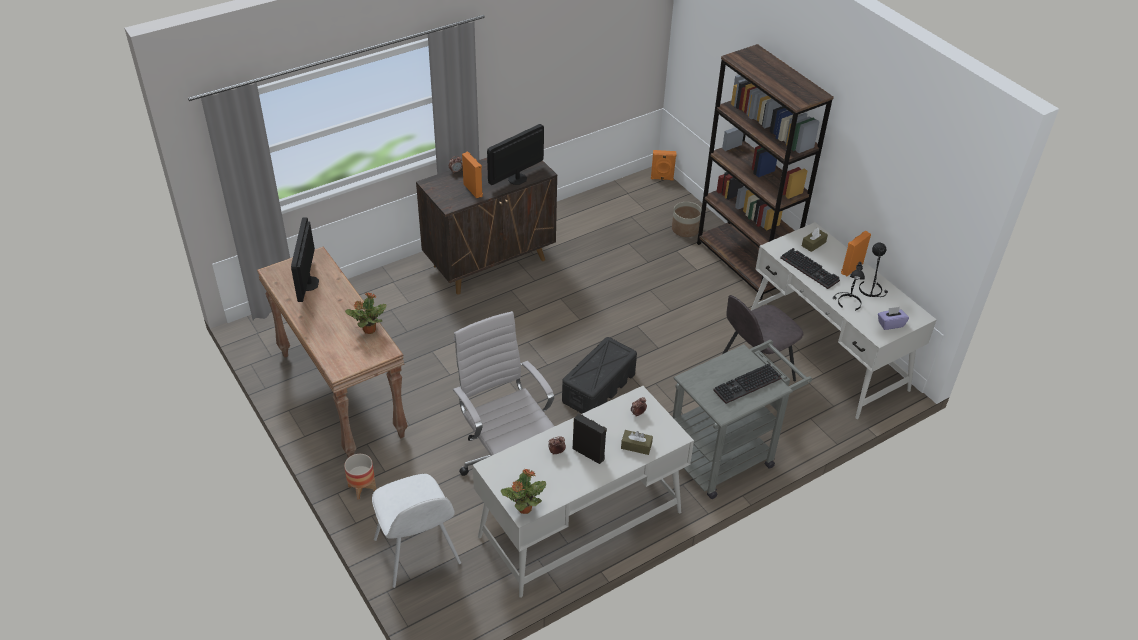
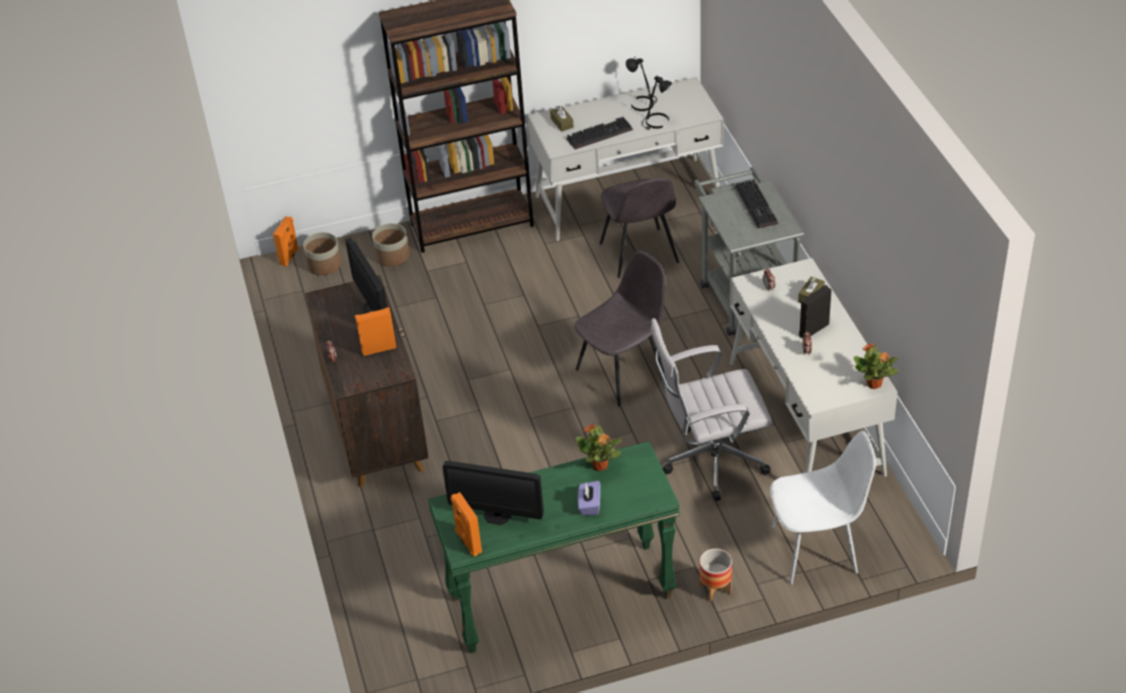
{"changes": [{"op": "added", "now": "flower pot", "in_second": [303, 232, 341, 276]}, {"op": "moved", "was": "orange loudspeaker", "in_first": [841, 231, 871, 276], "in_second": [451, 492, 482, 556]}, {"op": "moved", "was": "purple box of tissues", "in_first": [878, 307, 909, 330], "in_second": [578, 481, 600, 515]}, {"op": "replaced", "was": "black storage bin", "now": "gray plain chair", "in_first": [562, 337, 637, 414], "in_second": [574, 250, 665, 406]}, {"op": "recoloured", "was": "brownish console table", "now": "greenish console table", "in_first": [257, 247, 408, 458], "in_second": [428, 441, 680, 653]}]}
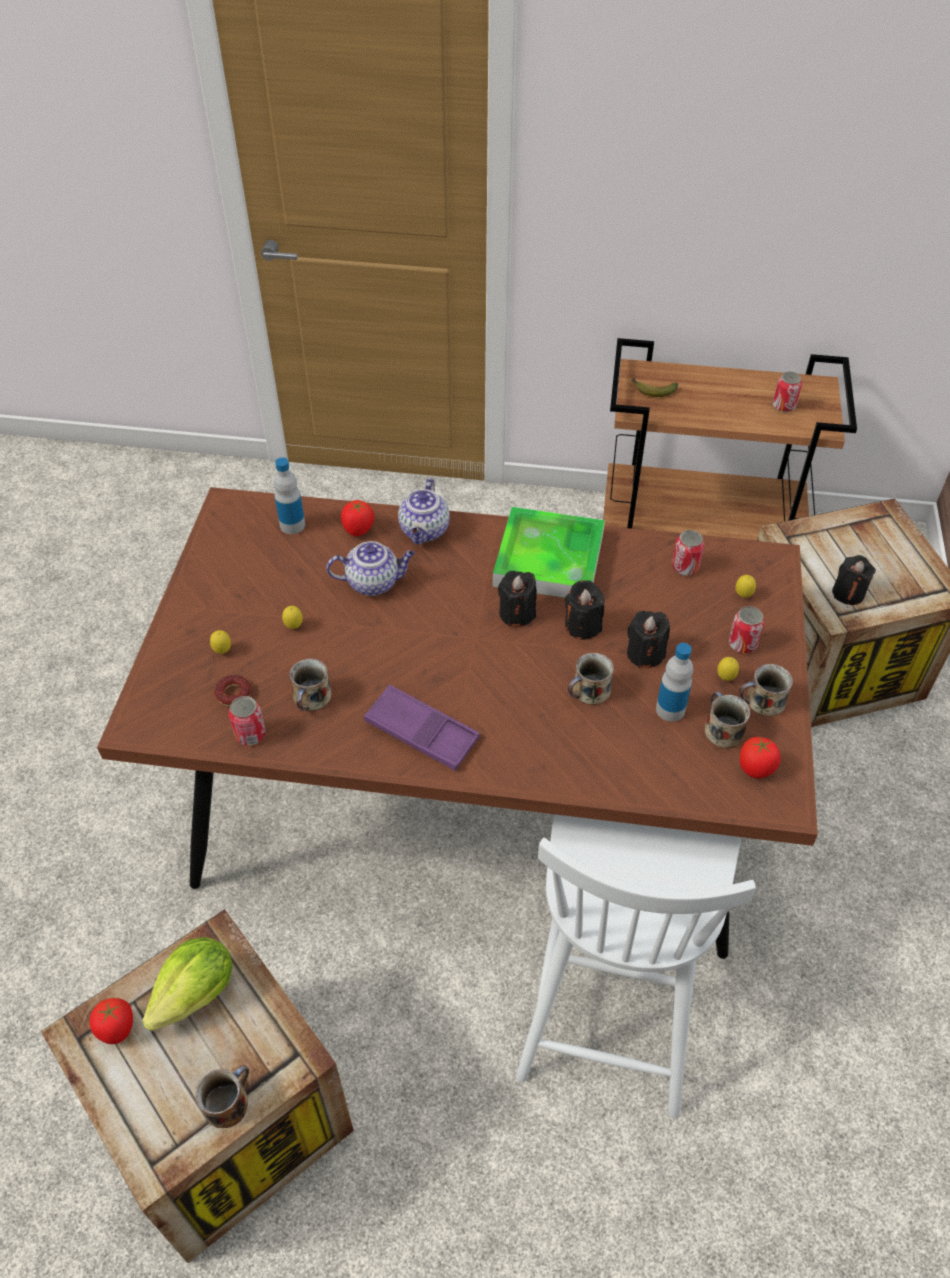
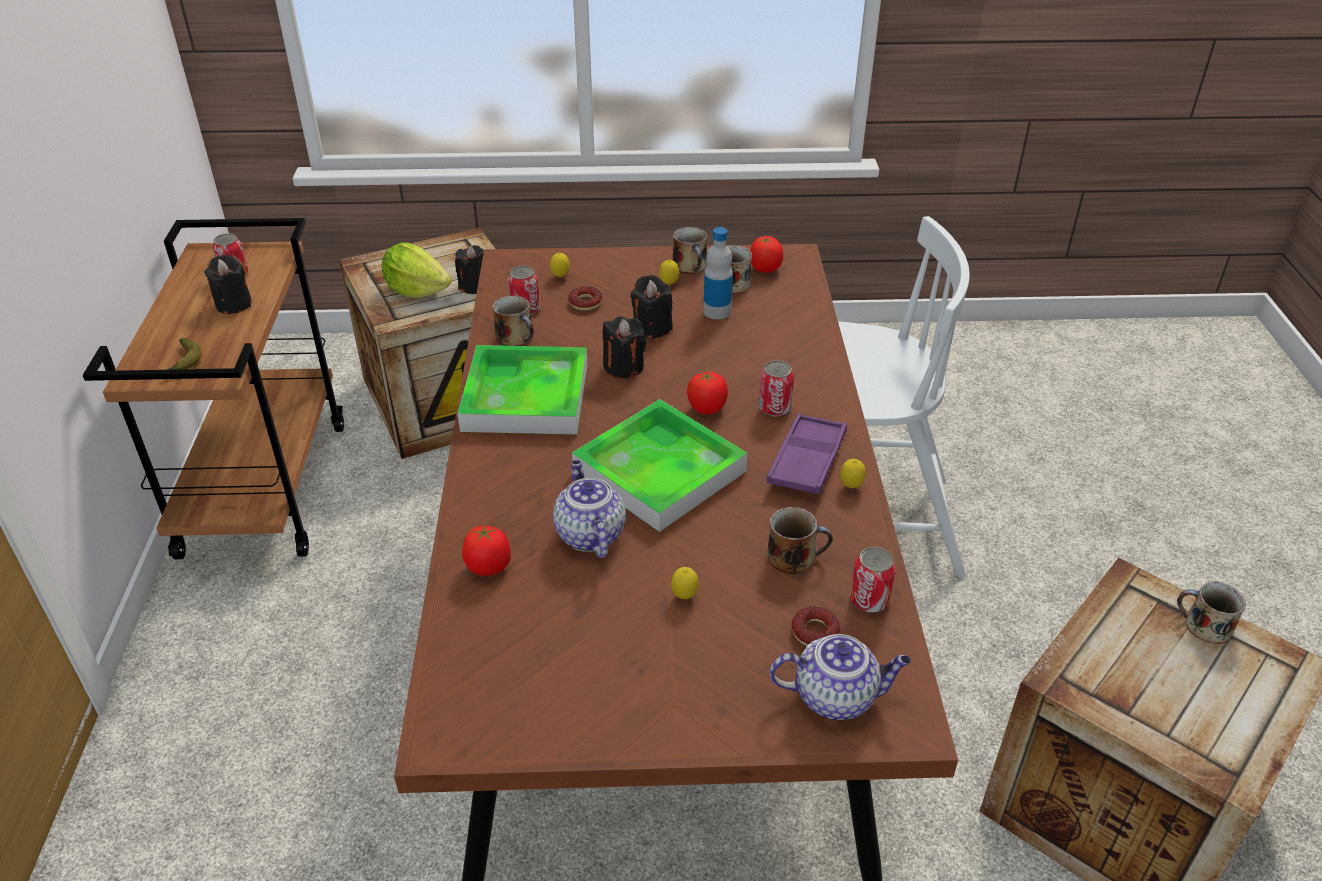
{"changes": [{"op": "removed", "was": "drink bottle", "in_first": [274, 457, 305, 534]}, {"op": "added", "now": "donut", "in_second": [568, 286, 602, 310]}, {"op": "added", "now": "carrying tray", "in_second": [572, 399, 748, 532]}, {"op": "moved", "was": "whole tomato", "in_first": [90, 998, 133, 1044], "in_second": [687, 370, 728, 415]}, {"op": "moved", "was": "head of lettuce", "in_first": [142, 937, 232, 1031], "in_second": [382, 242, 452, 298]}, {"op": "moved", "was": "citrus fruit", "in_first": [210, 630, 231, 654], "in_second": [840, 459, 866, 488]}, {"op": "moved", "was": "pot for tea", "in_first": [398, 478, 450, 545], "in_second": [769, 634, 911, 720]}, {"op": "moved", "was": "black wax light", "in_first": [498, 571, 537, 627], "in_second": [204, 255, 252, 314]}, {"op": "moved", "was": "tea mug", "in_first": [568, 653, 614, 705], "in_second": [492, 296, 534, 346]}, {"op": "moved", "was": "metal can", "in_first": [729, 606, 765, 653], "in_second": [759, 360, 794, 416]}]}
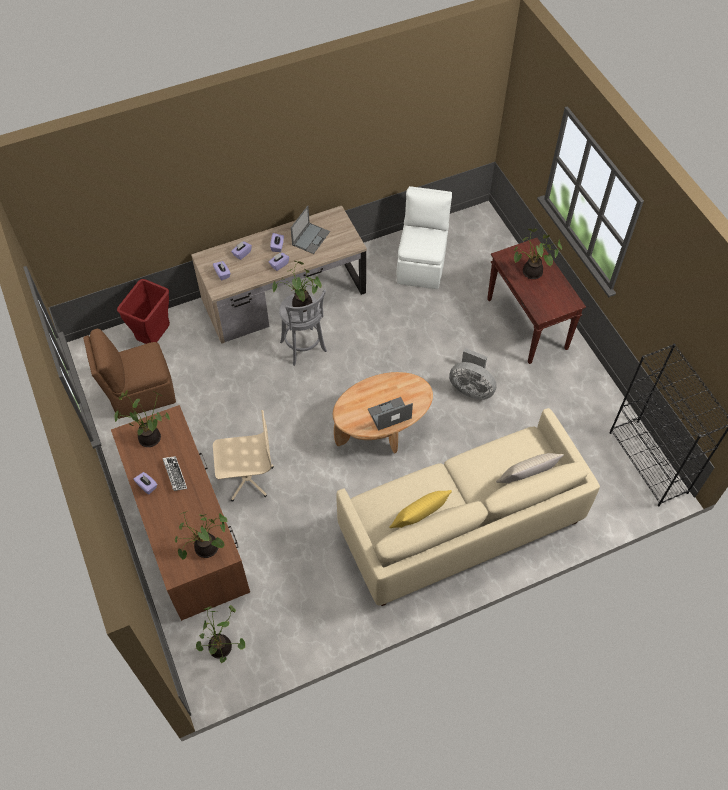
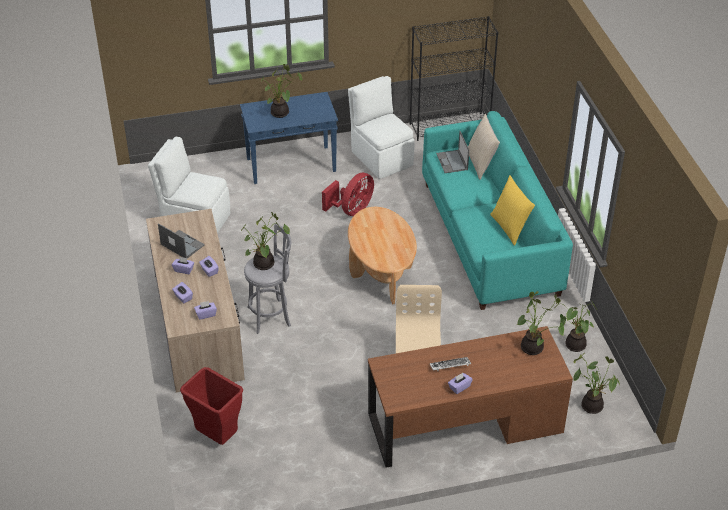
{"changes": [{"op": "removed", "was": "brownish plain chair", "in_first": [83, 329, 176, 419]}, {"op": "added", "now": "white plain chair", "in_second": [348, 76, 414, 179]}, {"op": "moved", "was": "potted plant", "in_first": [115, 390, 170, 447], "in_second": [554, 302, 597, 352]}, {"op": "moved", "was": "portable computer", "in_first": [368, 397, 413, 431], "in_second": [436, 131, 469, 173]}, {"op": "recoloured", "was": "sand-coloured sofa", "now": "turquoise sofa", "in_first": [336, 408, 600, 606], "in_second": [422, 111, 573, 310]}, {"op": "recoloured", "was": "gray electric fan", "now": "red electric fan", "in_first": [449, 348, 496, 400], "in_second": [322, 173, 374, 216]}, {"op": "recoloured", "was": "brownish console table", "now": "blue console table", "in_first": [487, 238, 586, 364], "in_second": [240, 92, 338, 184]}]}
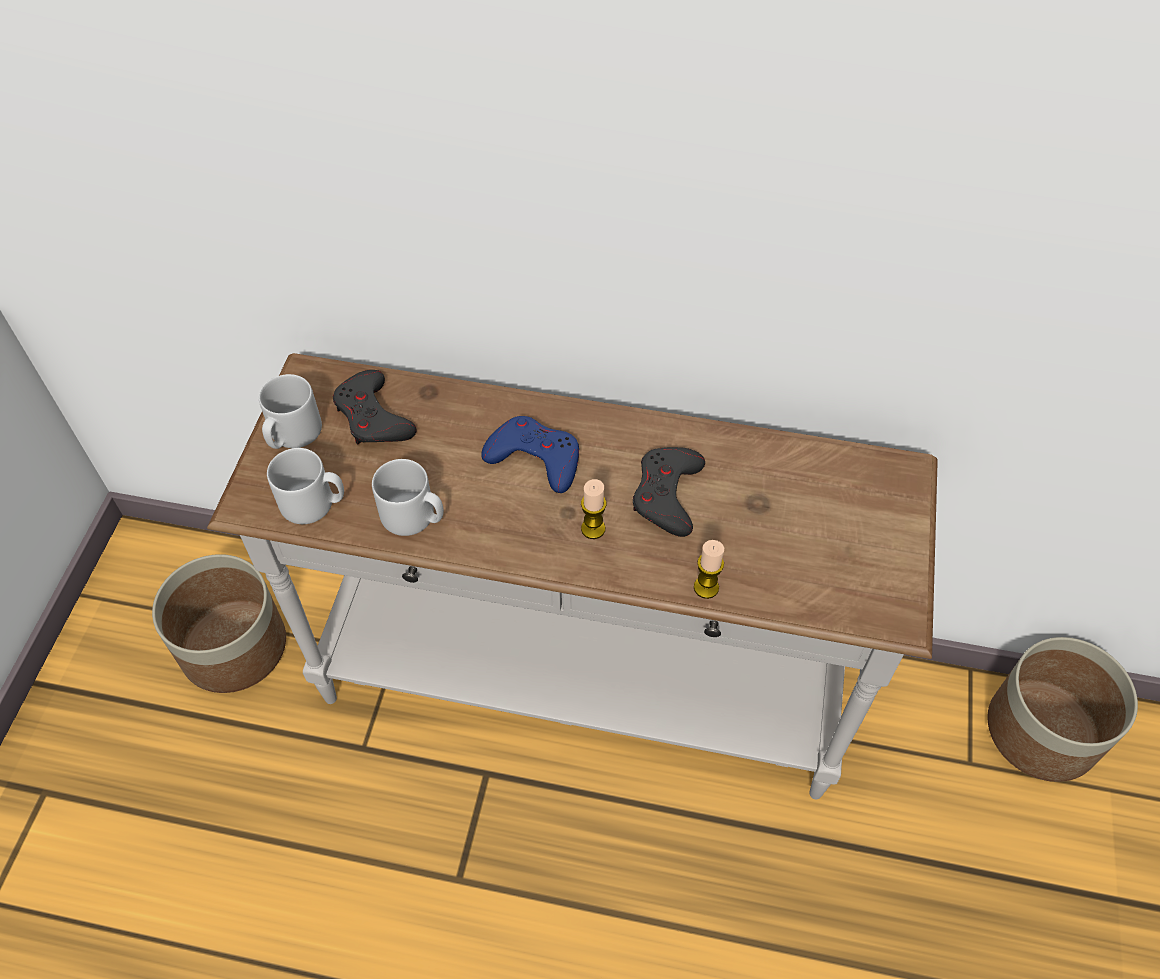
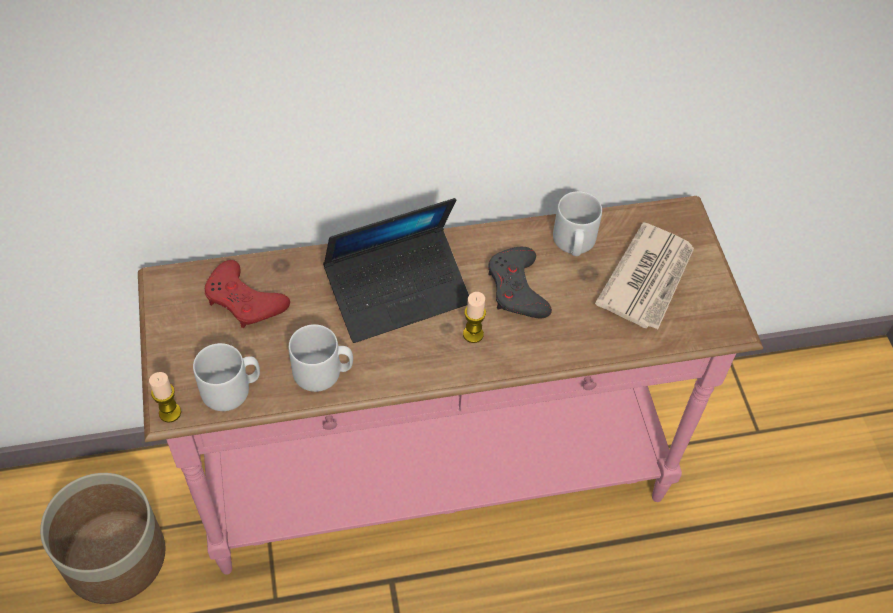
{"changes": [{"op": "removed", "was": "flower pot", "in_first": [988, 637, 1138, 782]}, {"op": "added", "now": "newspaper", "in_second": [595, 222, 694, 329]}, {"op": "moved", "was": "gray tea mug", "in_first": [259, 374, 322, 449], "in_second": [553, 191, 602, 256]}, {"op": "moved", "was": "wax light", "in_first": [694, 540, 724, 599], "in_second": [149, 372, 181, 423]}, {"op": "replaced", "was": "blue joypad", "now": "portable computer", "in_first": [481, 416, 579, 493], "in_second": [323, 198, 469, 343]}, {"op": "recoloured", "was": "white console table", "now": "pink console table", "in_first": [207, 353, 938, 799], "in_second": [138, 196, 763, 575]}, {"op": "recoloured", "was": "gray joypad", "now": "red joypad", "in_first": [333, 370, 417, 445], "in_second": [205, 260, 290, 328]}]}
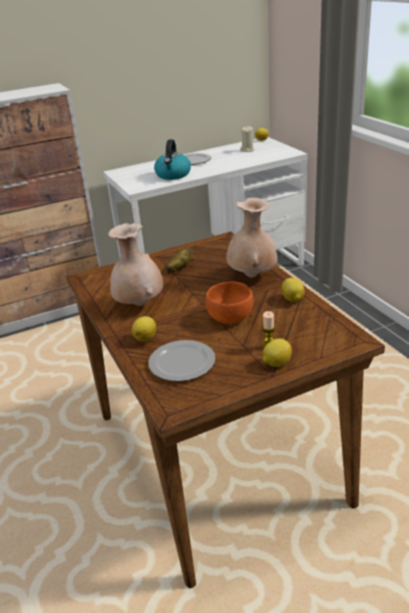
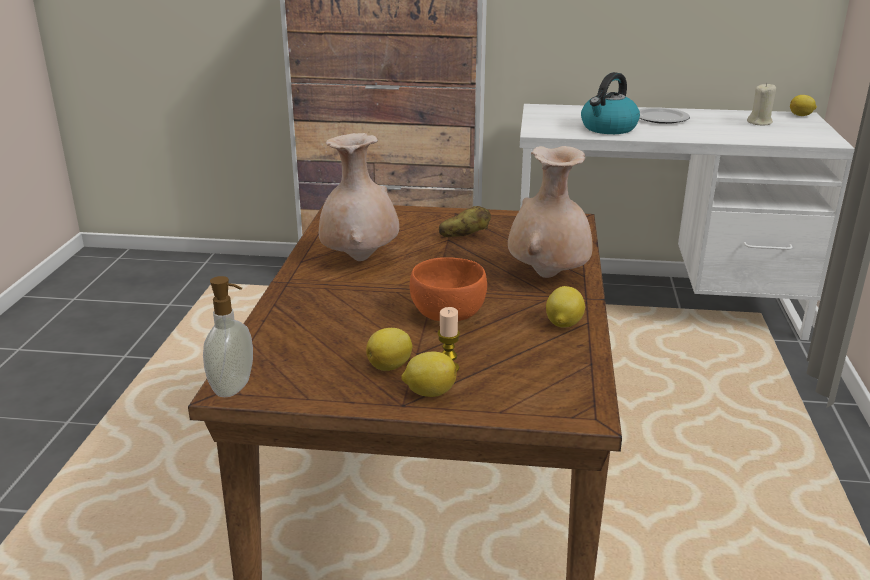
{"changes": [{"op": "removed", "was": "flat dish", "in_first": [148, 340, 216, 381]}, {"op": "added", "now": "liquid soap bottle", "in_second": [203, 276, 253, 397]}, {"op": "moved", "was": "citrus fruit", "in_first": [132, 316, 156, 342], "in_second": [366, 328, 412, 371]}]}
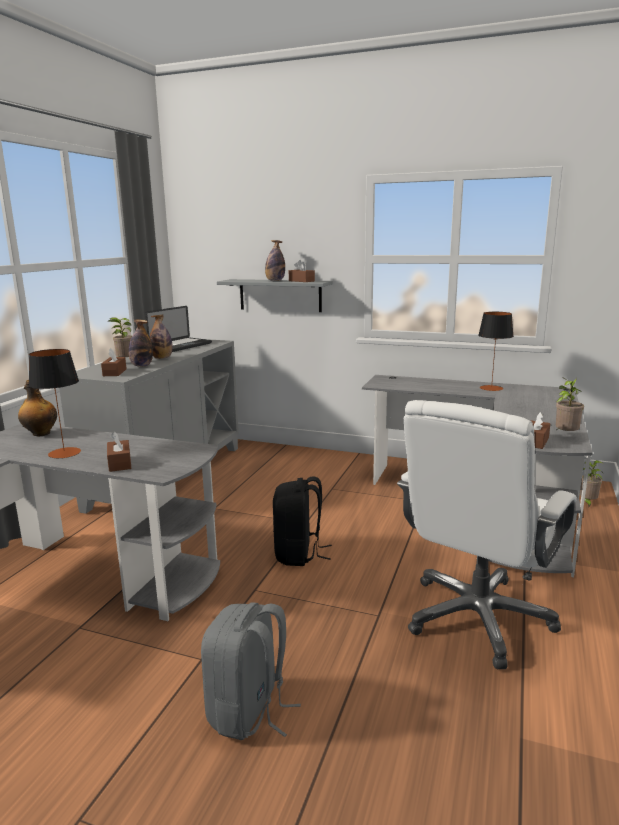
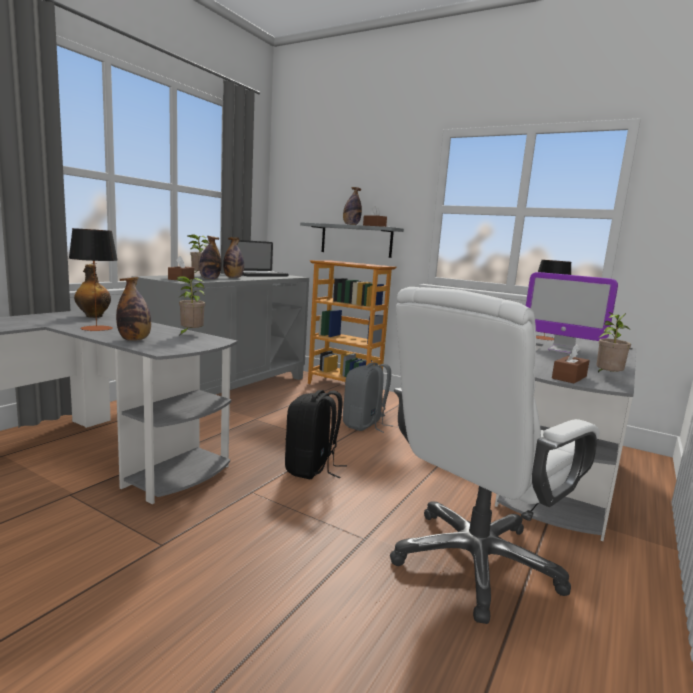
{"changes": [{"op": "added", "now": "shelving unit", "in_second": [308, 260, 397, 384]}, {"op": "added", "now": "computer display", "in_second": [526, 272, 618, 354]}, {"op": "moved", "was": "gray backpack", "in_first": [201, 602, 301, 740], "in_second": [343, 363, 393, 433]}, {"op": "moved", "was": "potted plant", "in_first": [580, 460, 603, 508], "in_second": [176, 276, 205, 336]}, {"op": "replaced", "was": "brownish box of tissues", "now": "drink bottle", "in_first": [107, 432, 132, 472], "in_second": [116, 277, 151, 341]}]}
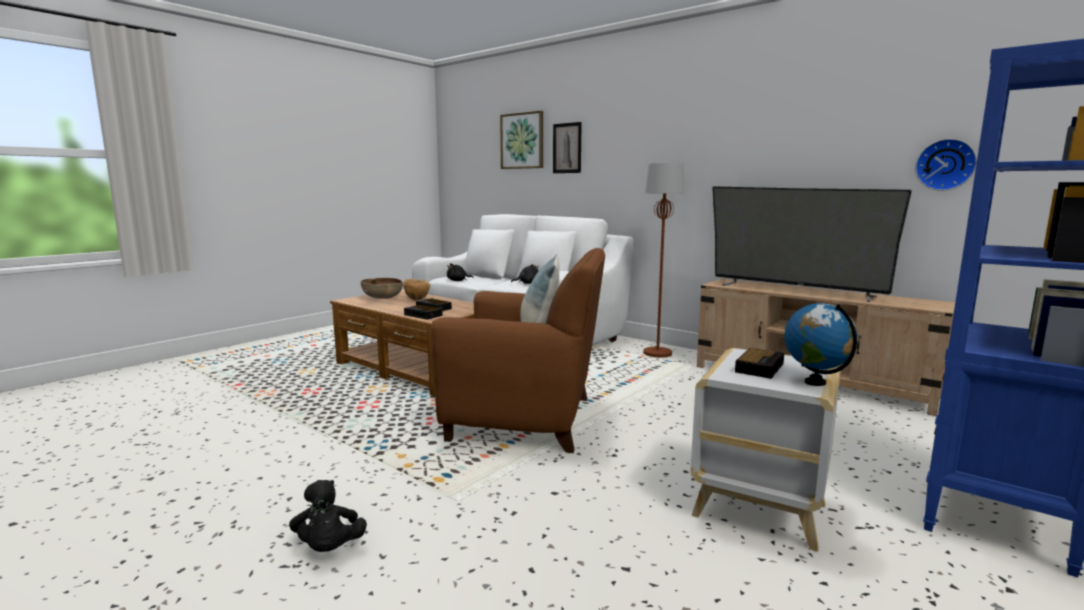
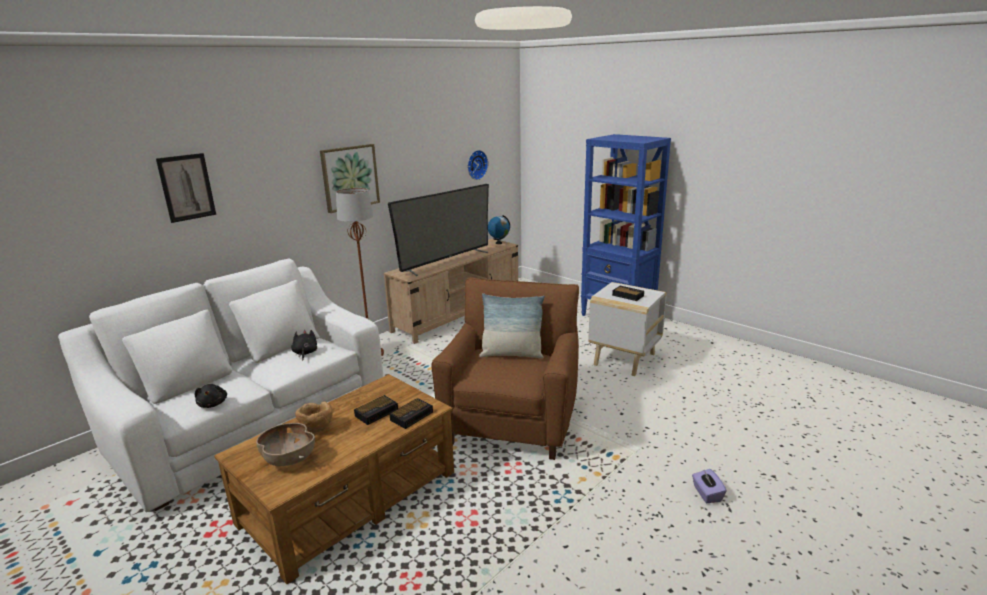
{"changes": [{"op": "moved", "was": "wall art", "in_first": [500, 111, 543, 169], "in_second": [320, 144, 380, 213]}, {"op": "moved", "was": "globe", "in_first": [784, 303, 858, 386], "in_second": [488, 215, 510, 244]}, {"op": "replaced", "was": "black cuddly toy", "now": "purple box of tissues", "in_first": [289, 480, 367, 552], "in_second": [692, 469, 726, 503]}]}
